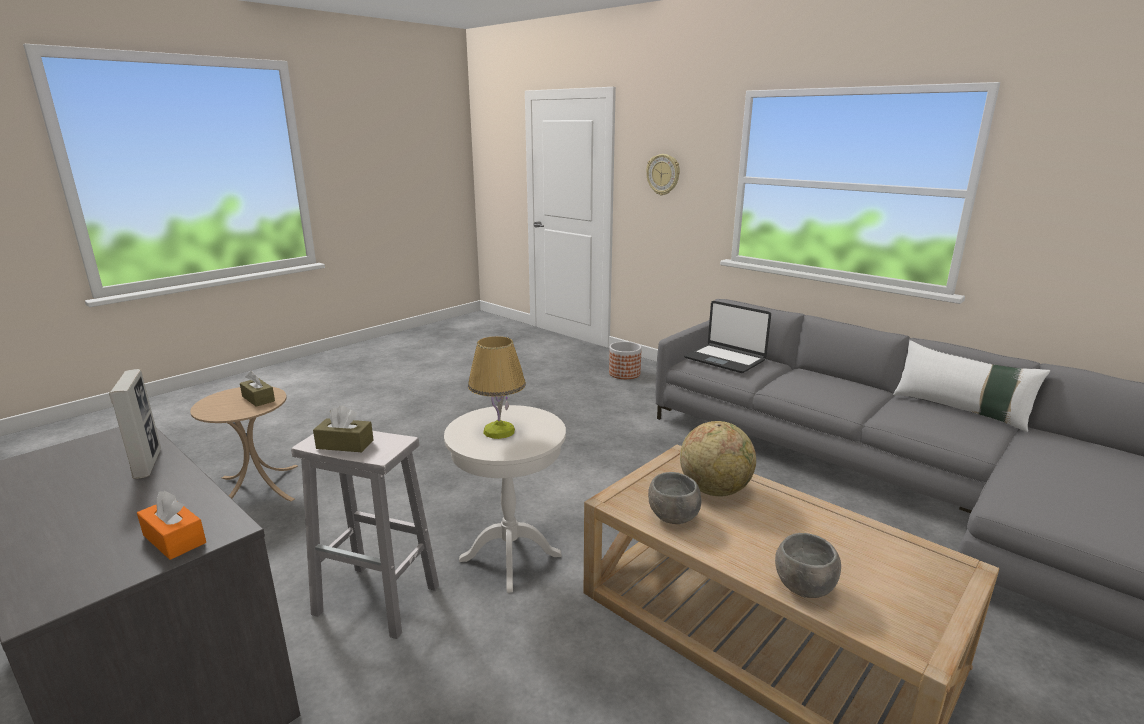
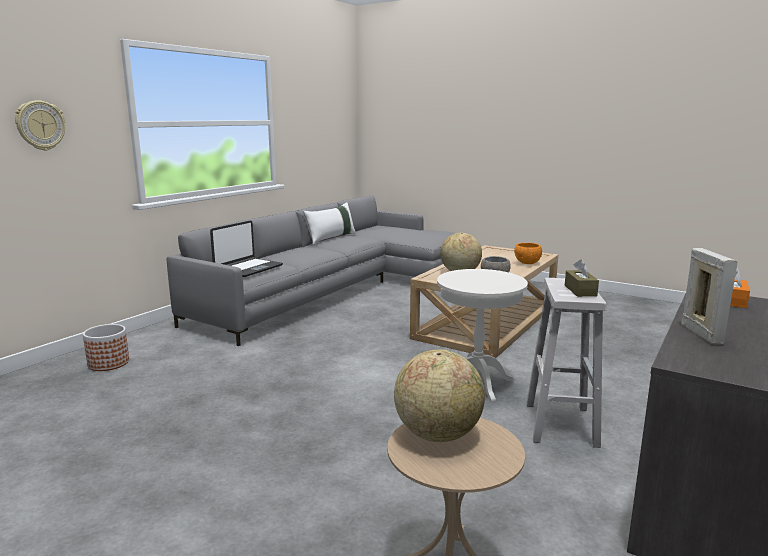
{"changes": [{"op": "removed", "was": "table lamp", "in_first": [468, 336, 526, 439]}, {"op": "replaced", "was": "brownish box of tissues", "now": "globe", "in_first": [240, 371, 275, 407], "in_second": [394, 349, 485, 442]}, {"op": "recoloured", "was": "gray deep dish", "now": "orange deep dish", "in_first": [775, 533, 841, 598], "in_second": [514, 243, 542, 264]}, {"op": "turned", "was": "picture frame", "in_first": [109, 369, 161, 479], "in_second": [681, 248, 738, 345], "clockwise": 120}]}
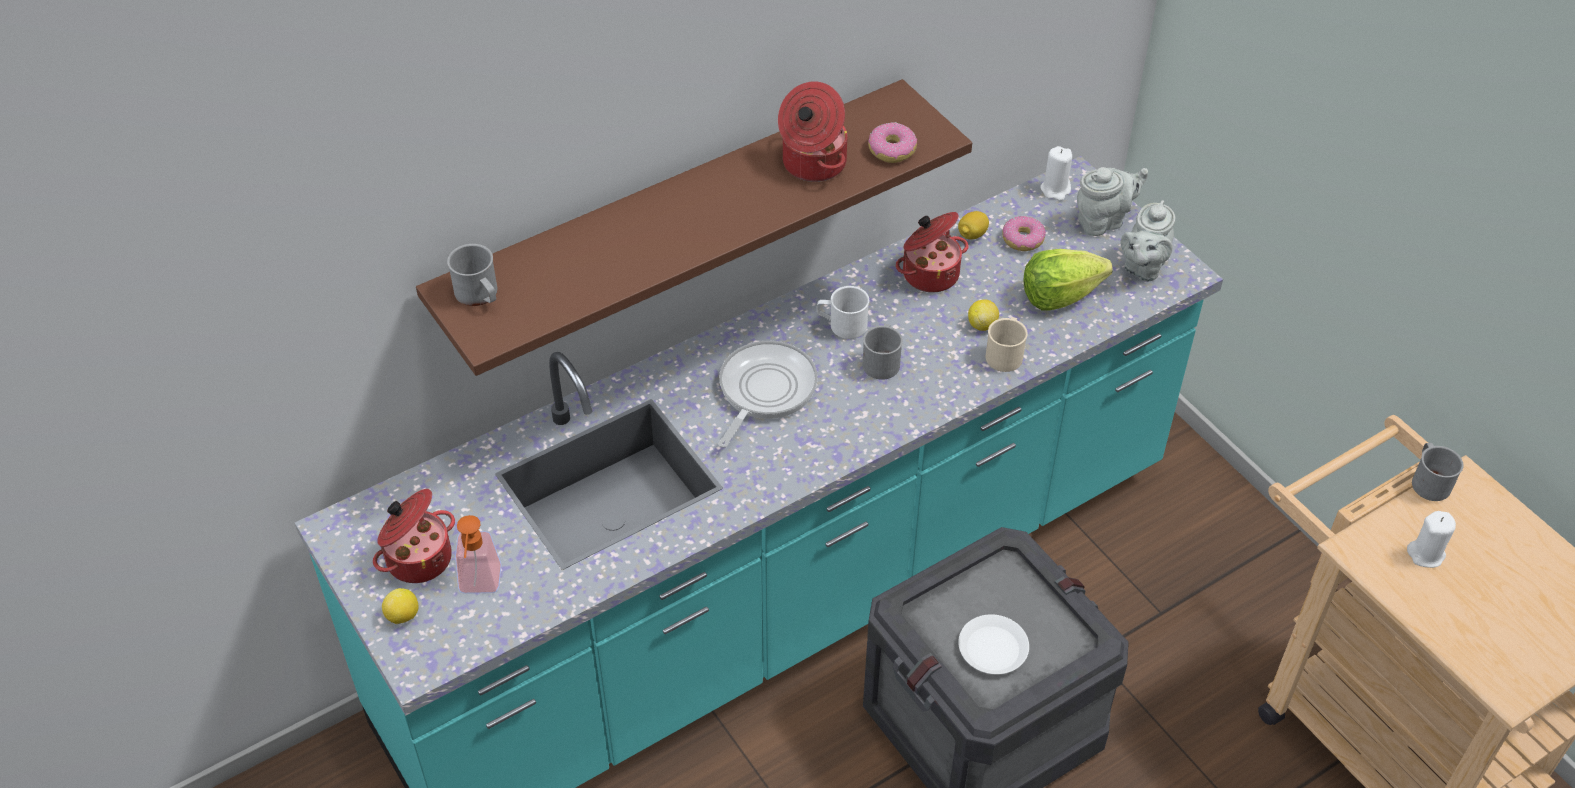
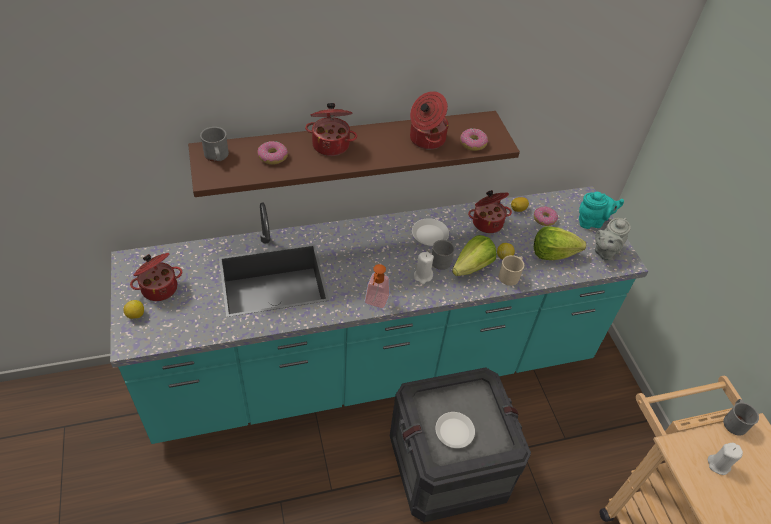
{"changes": [{"op": "removed", "was": "skillet", "in_first": [718, 341, 818, 448]}, {"op": "added", "now": "donut", "in_second": [257, 141, 288, 165]}, {"op": "added", "now": "stockpot", "in_second": [305, 103, 357, 156]}, {"op": "added", "now": "head of lettuce", "in_second": [452, 235, 496, 276]}, {"op": "moved", "was": "liquid soap bottle", "in_first": [455, 515, 502, 594], "in_second": [365, 264, 390, 309]}, {"op": "moved", "was": "white wax light", "in_first": [1040, 146, 1072, 201], "in_second": [414, 252, 434, 284]}, {"op": "replaced", "was": "white tea mug", "now": "white flat dish", "in_first": [817, 286, 869, 339], "in_second": [412, 218, 449, 246]}, {"op": "recoloured", "was": "gray pot for tea", "now": "turquoise pot for tea", "in_first": [1077, 167, 1148, 236], "in_second": [579, 192, 624, 229]}]}
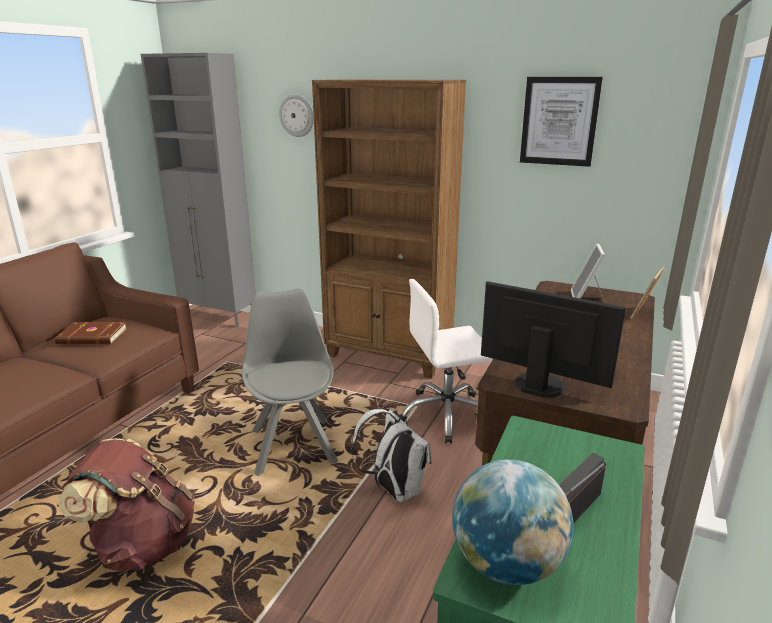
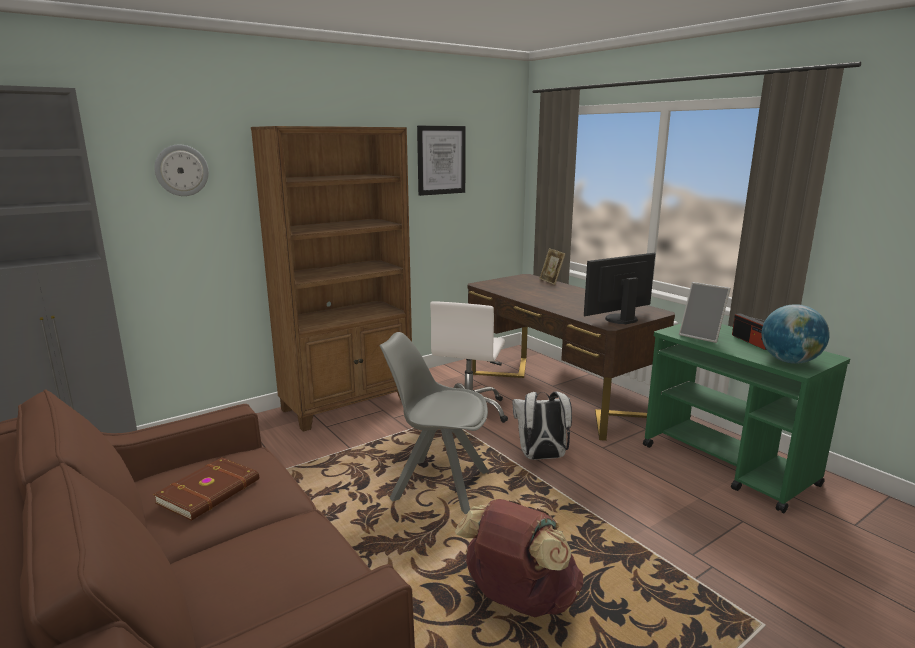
{"changes": [{"op": "moved", "was": "picture frame", "in_first": [571, 244, 605, 302], "in_second": [679, 282, 731, 343]}]}
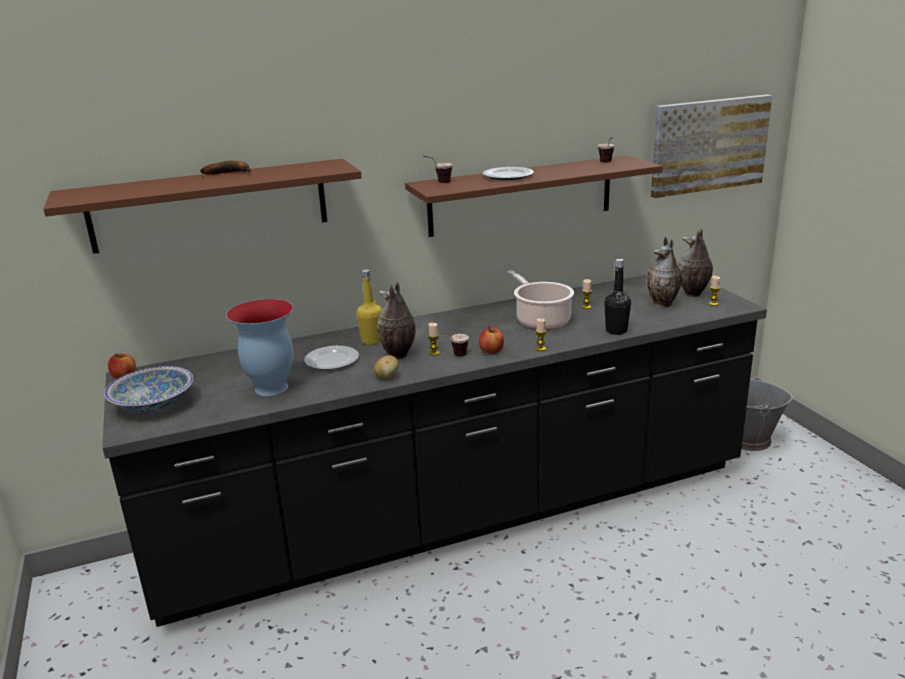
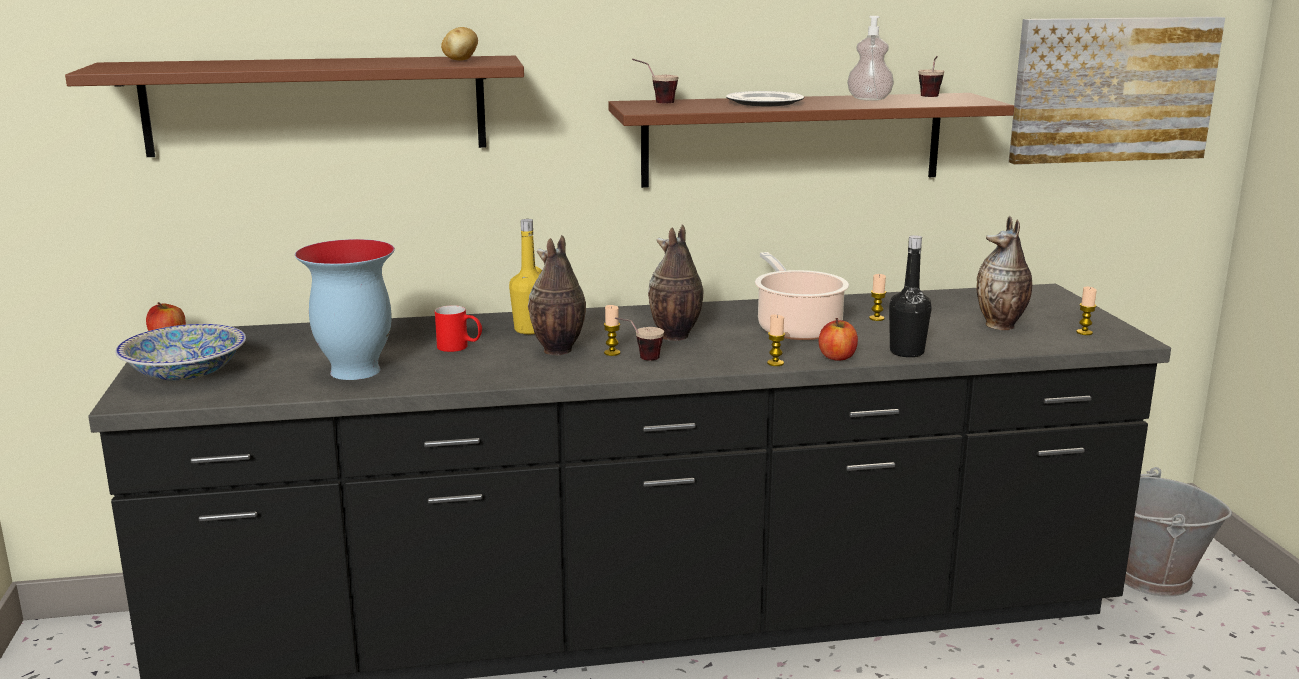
{"changes": [{"op": "removed", "was": "banana", "in_first": [200, 161, 251, 175]}, {"op": "added", "now": "liquid soap bottle", "in_second": [847, 16, 894, 101]}, {"op": "moved", "was": "spud", "in_first": [374, 355, 399, 379], "in_second": [441, 27, 478, 61]}, {"op": "moved", "was": "apple fruit", "in_first": [479, 327, 504, 354], "in_second": [819, 318, 858, 361]}, {"op": "moved", "was": "flower vase", "in_first": [678, 228, 713, 297], "in_second": [648, 225, 703, 341]}, {"op": "replaced", "was": "flat dish", "now": "red tea mug", "in_first": [304, 346, 359, 370], "in_second": [435, 305, 482, 352]}]}
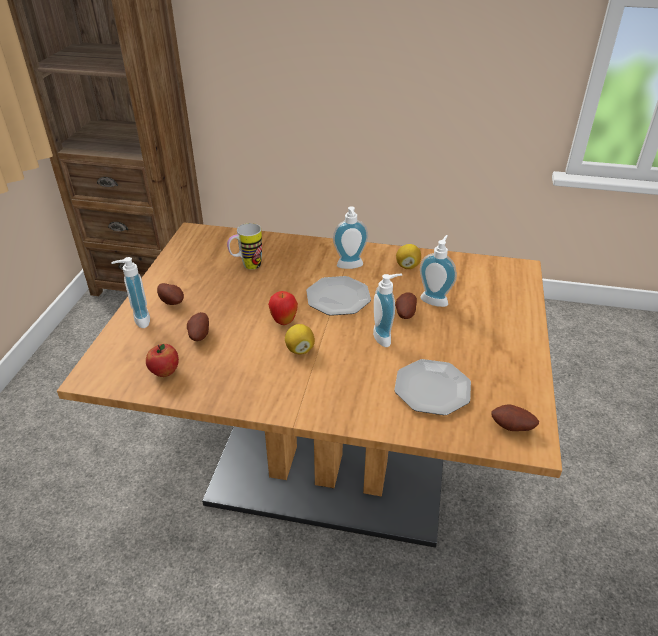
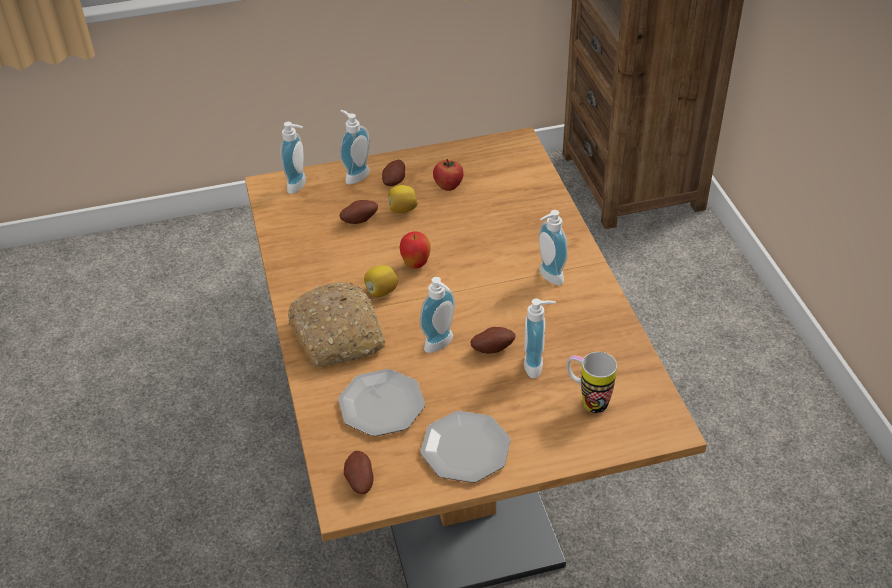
{"changes": [{"op": "added", "now": "liquid soap bottle", "in_second": [280, 122, 306, 194]}, {"op": "added", "now": "bread", "in_second": [288, 282, 385, 367]}, {"op": "moved", "was": "apple fruit", "in_first": [146, 344, 179, 377], "in_second": [433, 159, 464, 191]}, {"op": "moved", "was": "tea mug", "in_first": [227, 223, 262, 270], "in_second": [567, 352, 617, 413]}, {"op": "moved", "was": "flat dish", "in_first": [306, 276, 371, 316], "in_second": [420, 411, 511, 483]}, {"op": "moved", "was": "citrus fruit", "in_first": [396, 244, 421, 269], "in_second": [388, 185, 418, 213]}]}
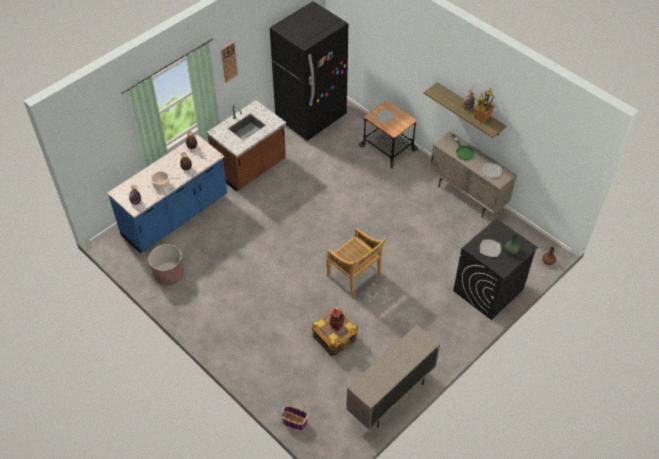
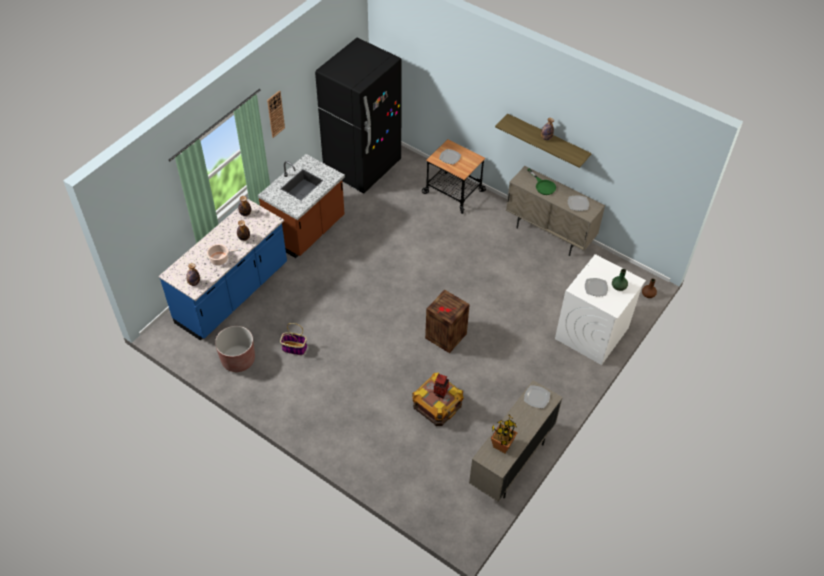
{"changes": [{"op": "added", "now": "flat dish", "in_second": [524, 385, 550, 408]}, {"op": "moved", "was": "basket", "in_first": [281, 399, 308, 430], "in_second": [280, 323, 307, 355]}, {"op": "moved", "was": "potted plant", "in_first": [473, 90, 495, 123], "in_second": [491, 414, 518, 453]}, {"op": "replaced", "was": "sand-coloured plain chair", "now": "crate", "in_first": [326, 228, 386, 299], "in_second": [425, 290, 470, 353]}, {"op": "recoloured", "was": "black washing machine", "now": "white washing machine", "in_first": [453, 218, 538, 320], "in_second": [555, 254, 646, 365]}]}
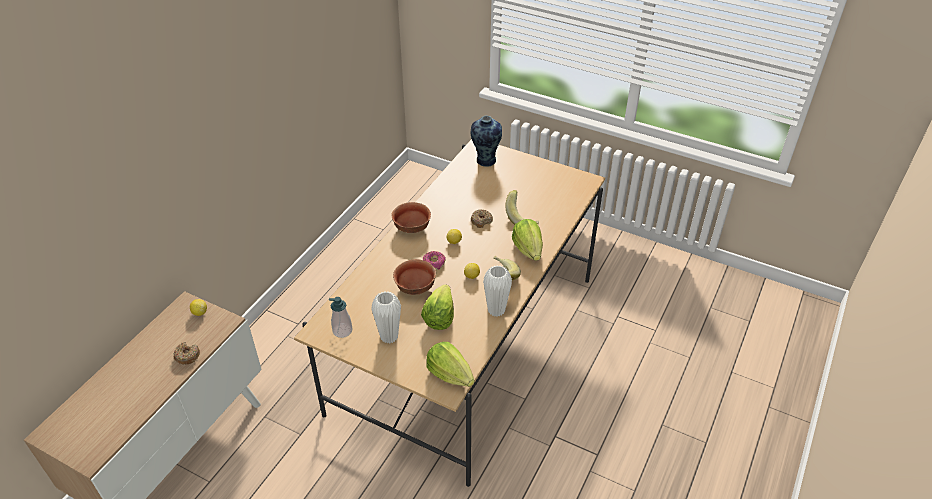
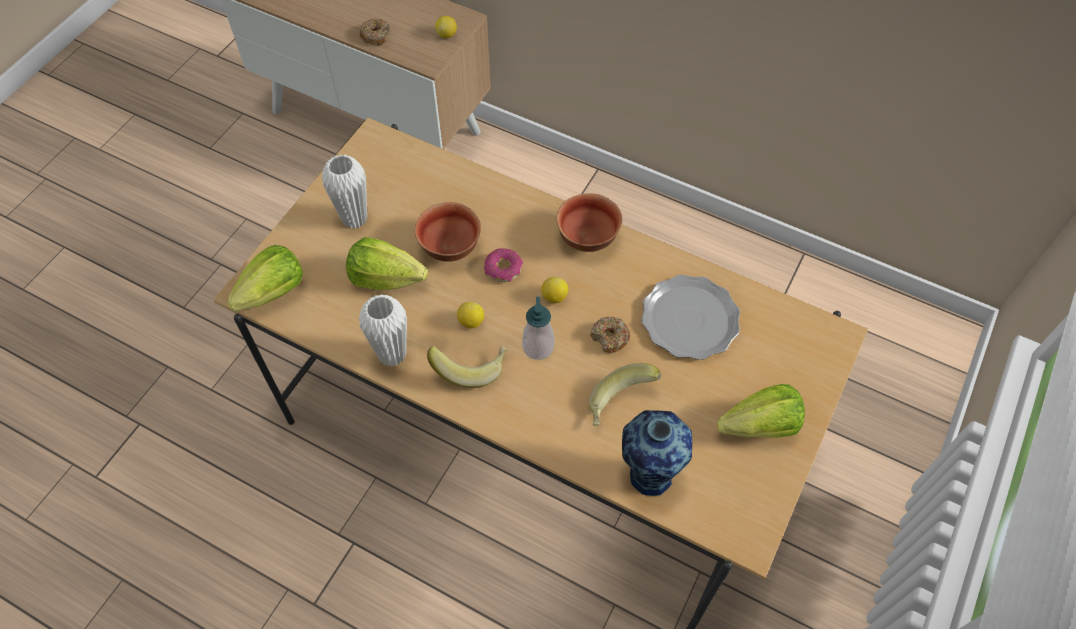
{"changes": [{"op": "added", "now": "flat dish", "in_second": [641, 275, 740, 360]}, {"op": "moved", "was": "liquid soap bottle", "in_first": [329, 297, 353, 338], "in_second": [522, 297, 554, 360]}, {"op": "moved", "was": "flower vase", "in_first": [471, 116, 502, 166], "in_second": [622, 410, 692, 496]}, {"op": "moved", "was": "head of lettuce", "in_first": [512, 219, 543, 261], "in_second": [717, 384, 805, 438]}]}
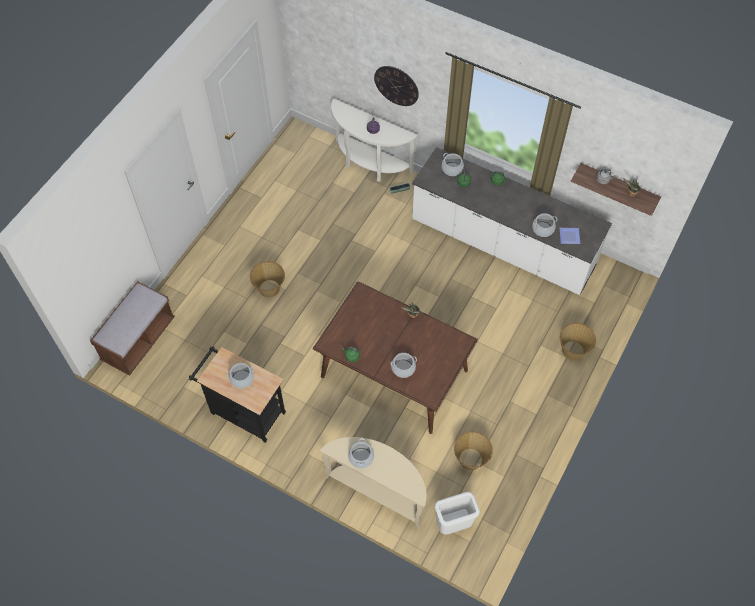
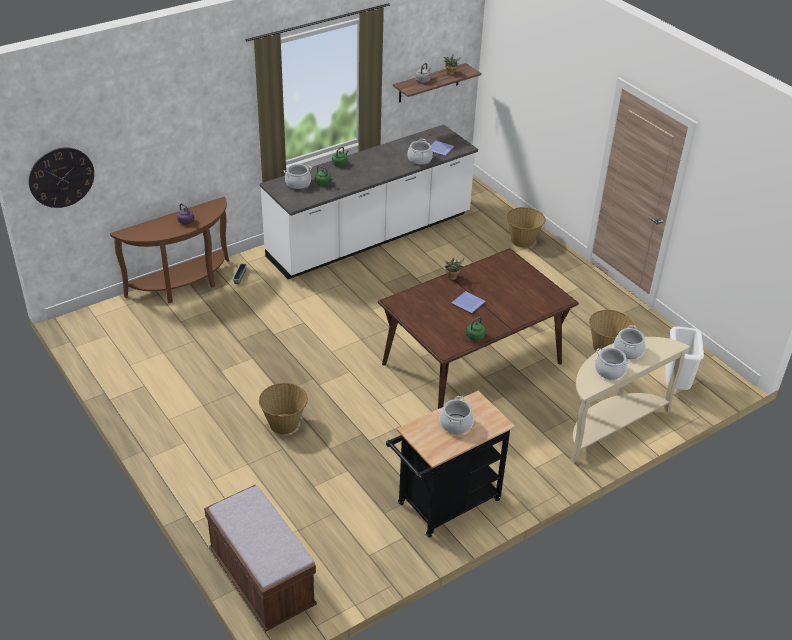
{"changes": [{"op": "added", "now": "flat dish", "in_second": [452, 291, 486, 313]}, {"op": "moved", "was": "hanging clock", "in_first": [374, 66, 419, 106], "in_second": [29, 148, 94, 208]}, {"op": "moved", "was": "stockpot", "in_first": [390, 353, 417, 378], "in_second": [614, 325, 646, 359]}, {"op": "recoloured", "was": "white console table", "now": "brownish console table", "in_first": [331, 98, 418, 181], "in_second": [110, 197, 229, 303]}]}
